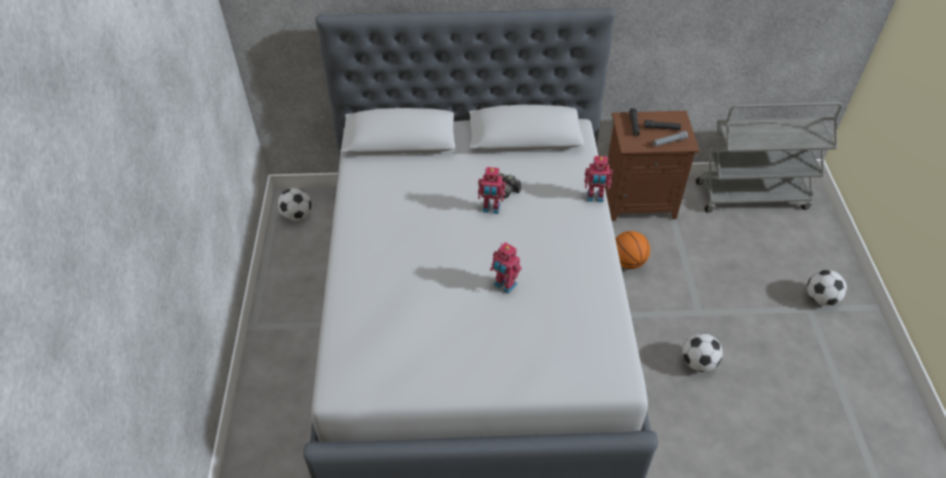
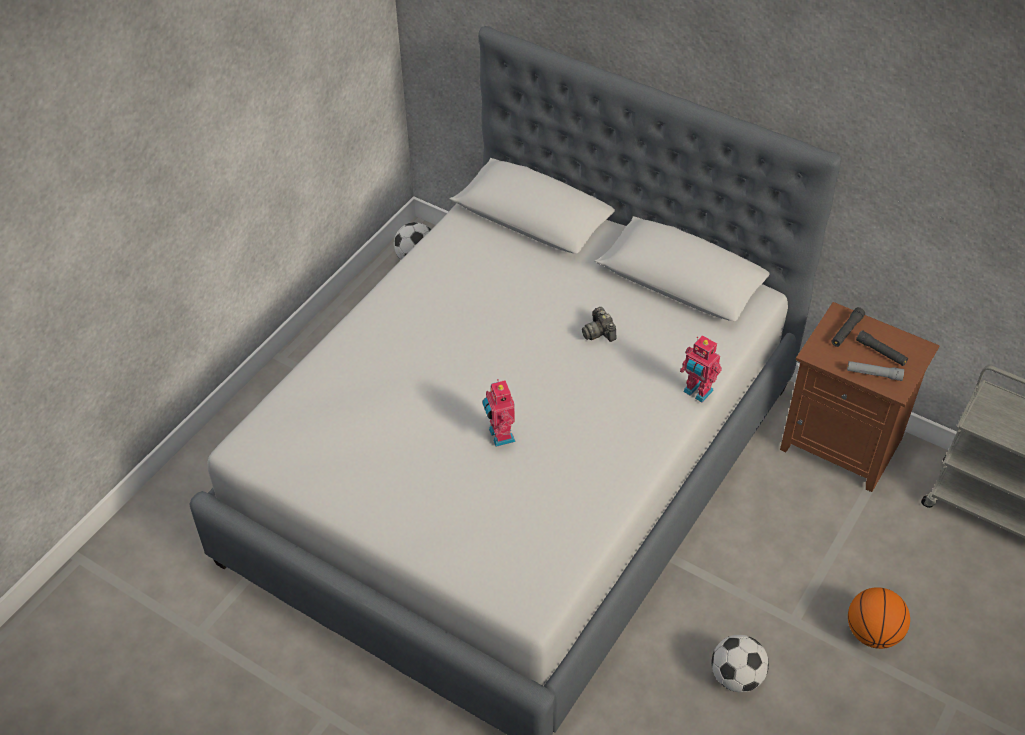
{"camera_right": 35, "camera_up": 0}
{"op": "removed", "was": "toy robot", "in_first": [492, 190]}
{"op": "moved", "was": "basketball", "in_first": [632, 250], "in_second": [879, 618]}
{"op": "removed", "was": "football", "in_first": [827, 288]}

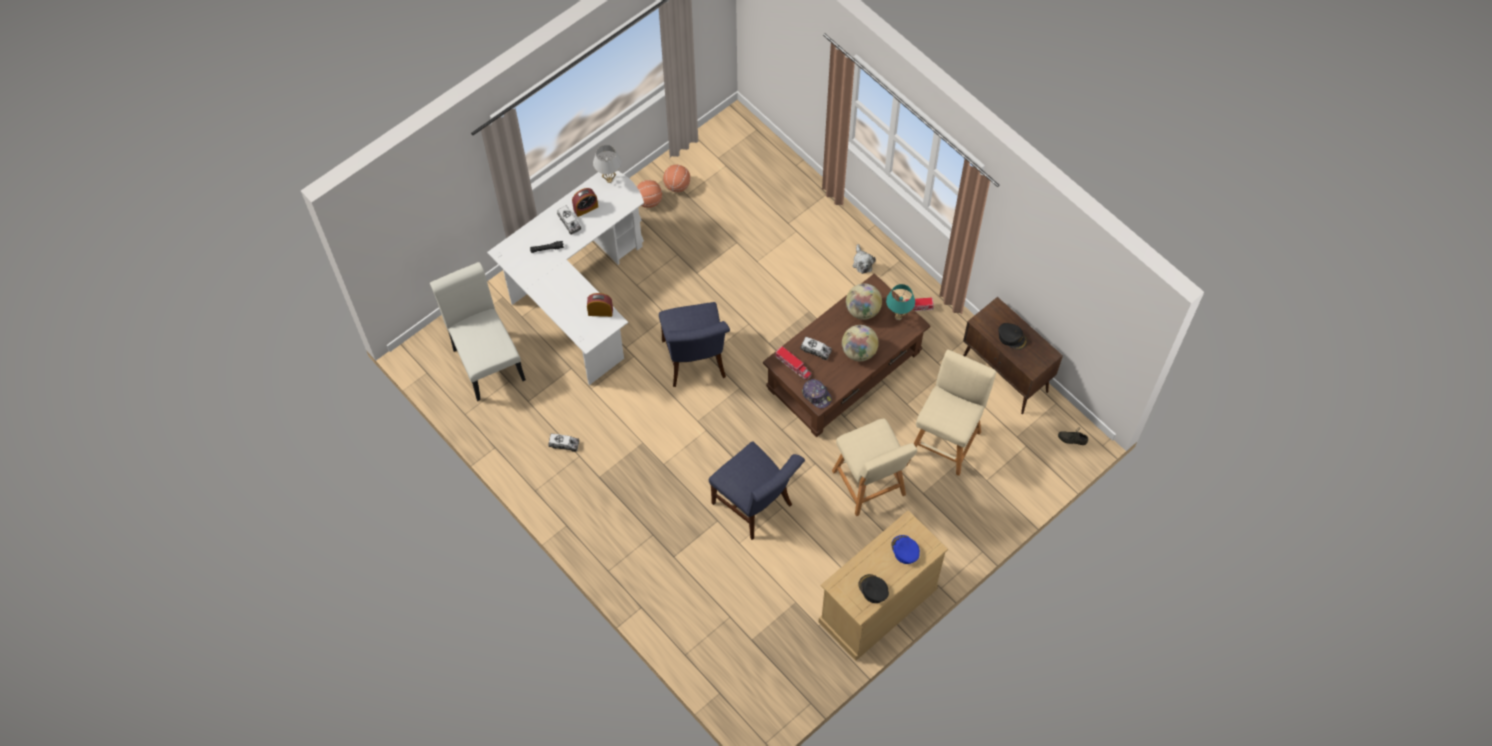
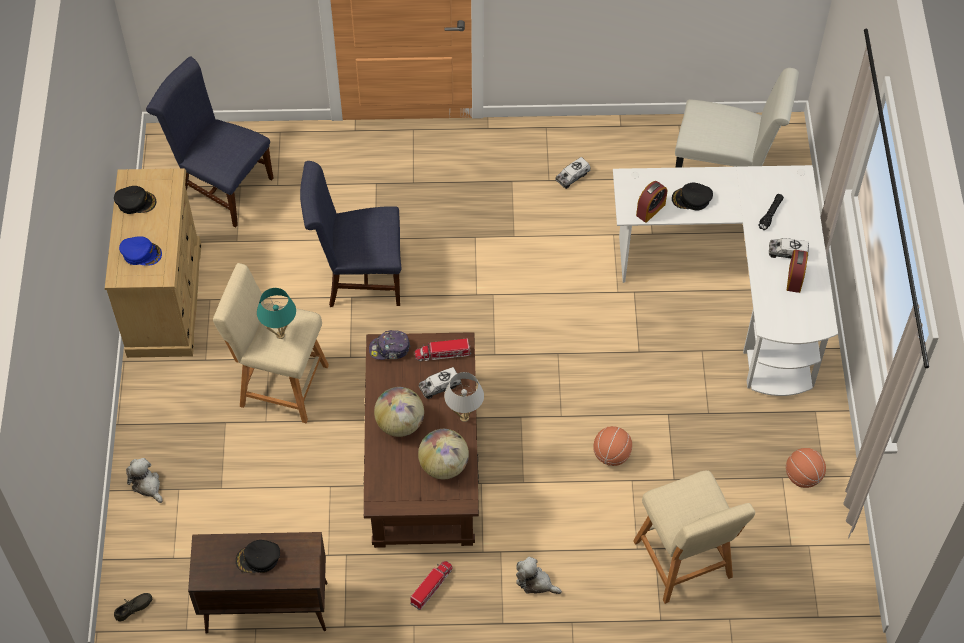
{"camera_right": 130, "camera_up": -5}
{"op": "moved", "was": "white table lamp", "in_first": [607, 164], "in_second": [464, 397]}
{"op": "moved", "was": "basketball", "in_first": [649, 194], "in_second": [612, 446]}
{"op": "moved", "was": "blue chair", "in_first": [694, 344], "in_second": [209, 142]}
{"op": "moved", "was": "turquoise table lamp", "in_first": [900, 302], "in_second": [276, 313]}
{"op": "moved", "was": "beige stool", "in_first": [955, 413], "in_second": [694, 537]}
{"op": "added", "now": "plush toy", "in_second": [144, 480]}
{"op": "added", "now": "black cap", "in_second": [692, 197]}

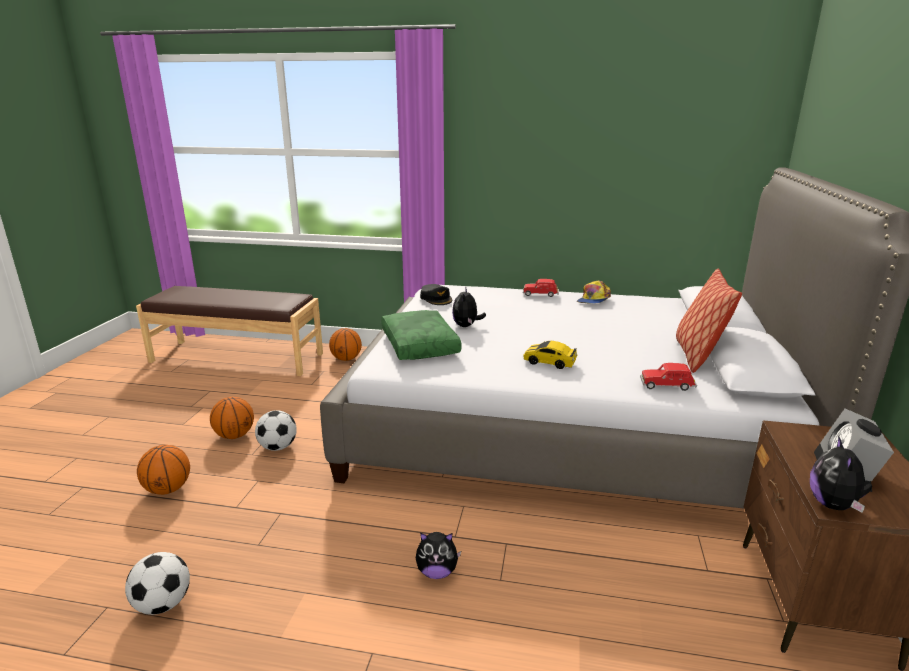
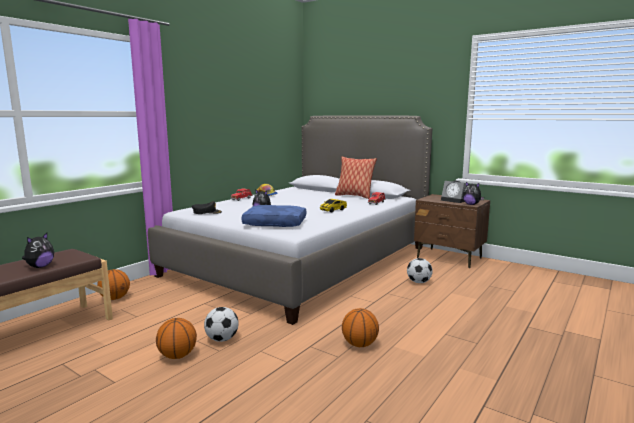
{"camera_right": -65, "camera_up": -10}
{"op": "moved", "was": "football", "in_first": [157, 583], "in_second": [420, 270]}
{"op": "moved", "was": "basketball", "in_first": [163, 470], "in_second": [360, 327]}
{"op": "recoloured", "was": "green pillow", "now": "blue pillow", "in_first": [421, 335], "in_second": [274, 216]}
{"op": "moved", "was": "plush toy", "in_first": [439, 555], "in_second": [38, 250]}

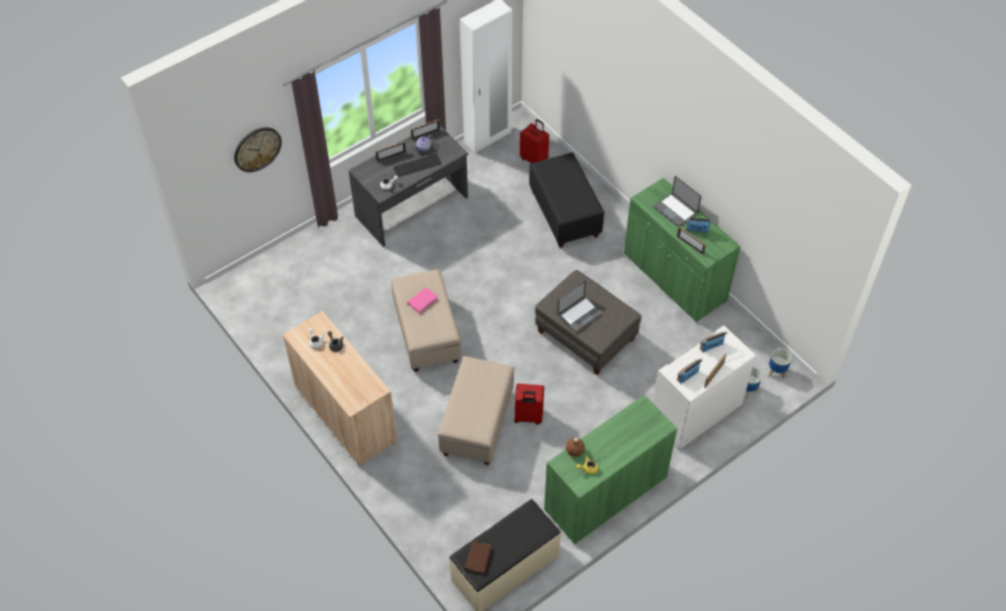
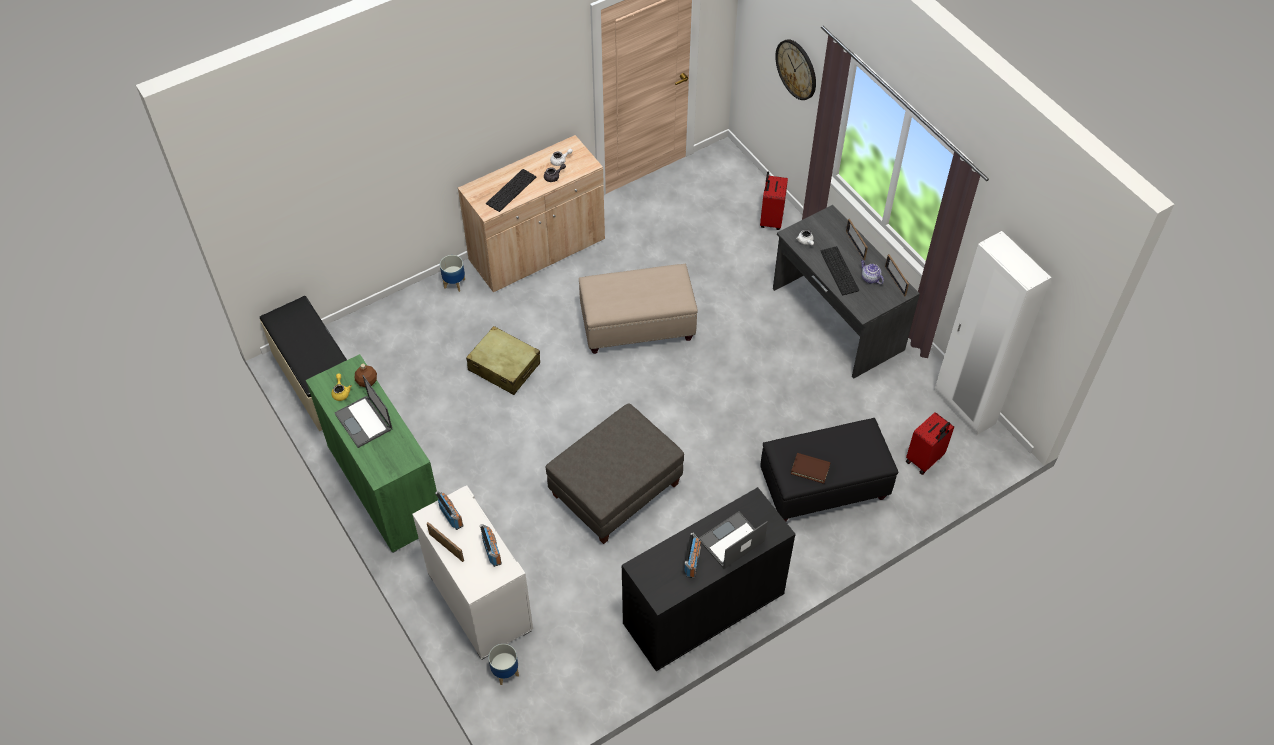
{"camera_right": 95, "camera_up": 0}
{"op": "removed", "was": "pink book", "in_first": [422, 300]}
{"op": "replaced", "was": "beige ottoman", "now": "beige suitcase", "in_first": [476, 410], "in_second": [503, 360]}
{"op": "moved", "was": "brown book", "in_first": [478, 557], "in_second": [811, 468]}
{"op": "moved", "was": "red suitcase", "in_first": [529, 404], "in_second": [774, 201]}
{"op": "moved", "was": "laptop", "in_first": [580, 306], "in_second": [364, 411]}
{"op": "recoloured", "was": "green cabinet", "now": "black cabinet", "in_first": [682, 250], "in_second": [709, 579]}
{"op": "removed", "was": "picture frame", "in_first": [691, 241]}
{"op": "moved", "was": "planter", "in_first": [780, 363], "in_second": [452, 273]}
{"op": "added", "now": "keyboard", "in_second": [511, 190]}

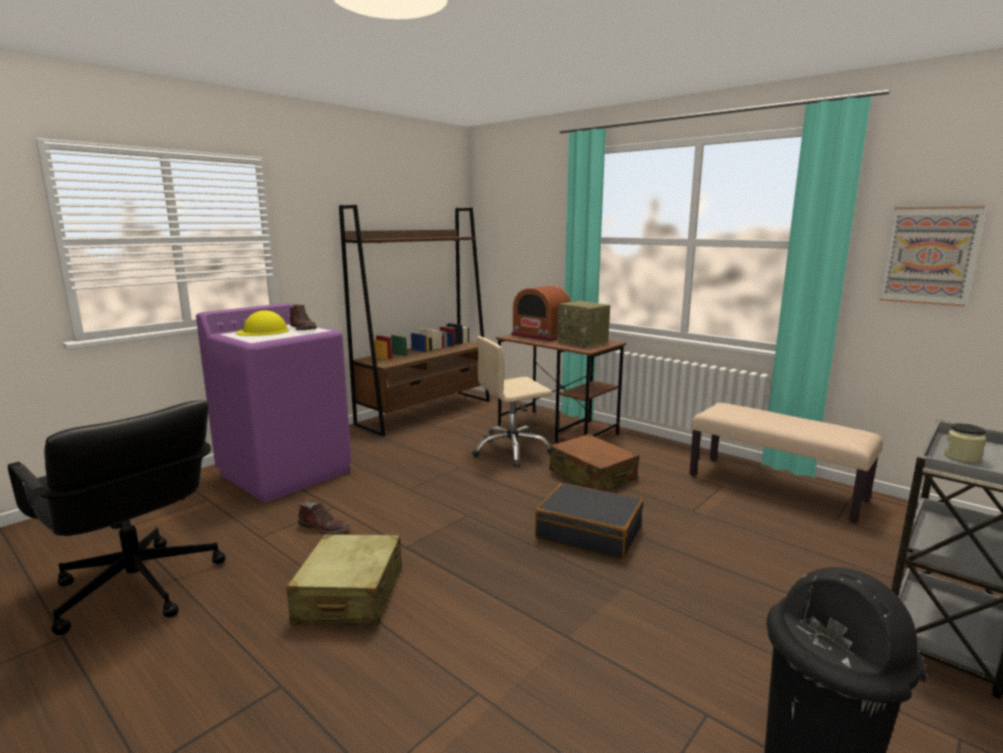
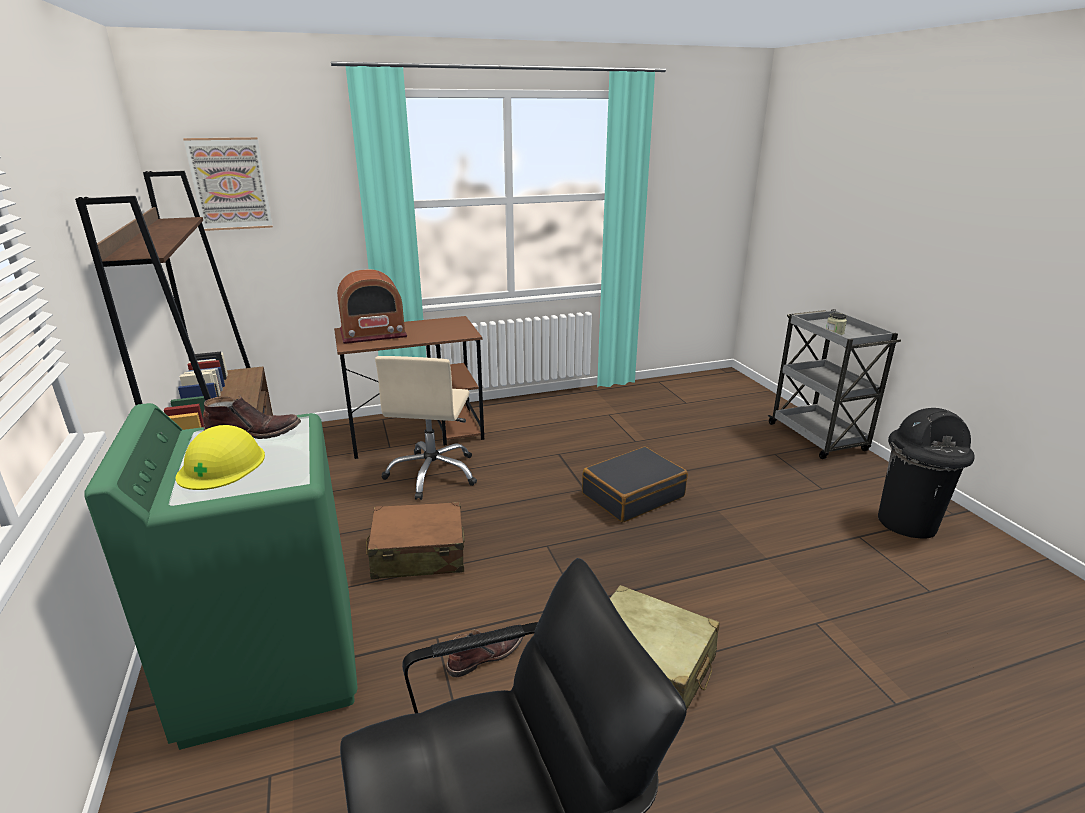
{"camera_right": -60, "camera_up": 10}
{"op": "recoloured", "was": "purple washing machine", "now": "green washing machine", "in_first": [274, 402], "in_second": [221, 576]}
{"op": "moved", "was": "brown suitcase", "in_first": [594, 463], "in_second": [415, 540]}
{"op": "removed", "was": "radio", "in_first": [583, 324]}
{"op": "removed", "was": "beige bench", "in_first": [786, 463]}
{"op": "moved", "was": "picture", "in_first": [932, 256], "in_second": [228, 184]}

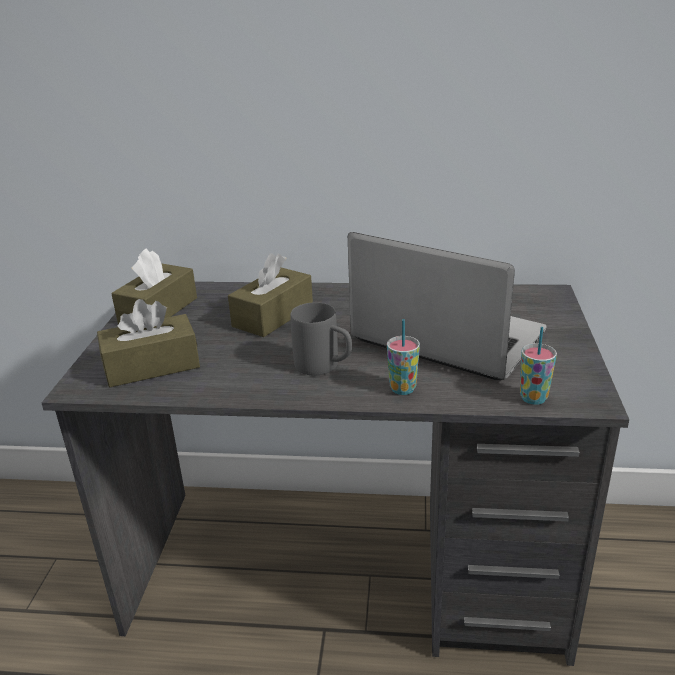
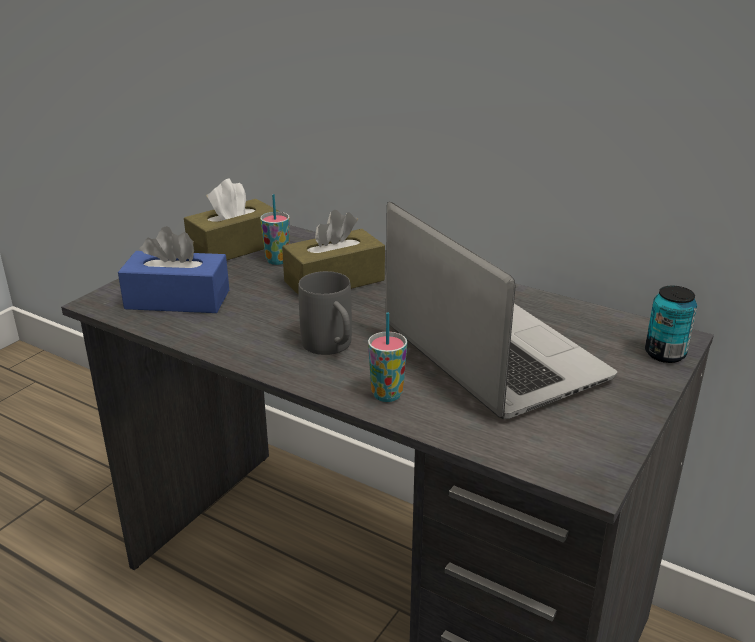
{"camera_right": 25, "camera_up": 0}
{"op": "recoloured", "was": "brown tissue box", "now": "blue tissue box", "in_first": [148, 343], "in_second": [173, 269]}
{"op": "moved", "was": "cup", "in_first": [538, 366], "in_second": [275, 229]}
{"op": "added", "now": "can", "in_second": [671, 324]}

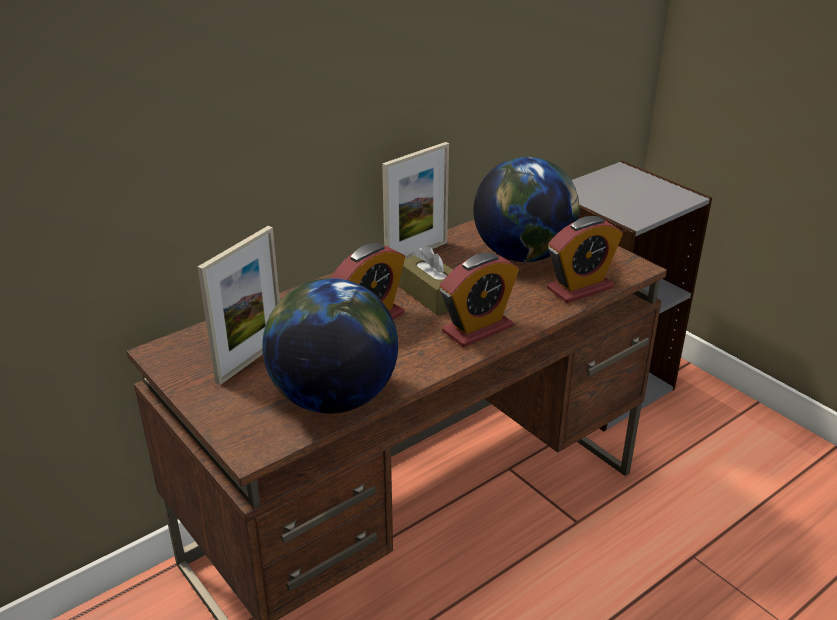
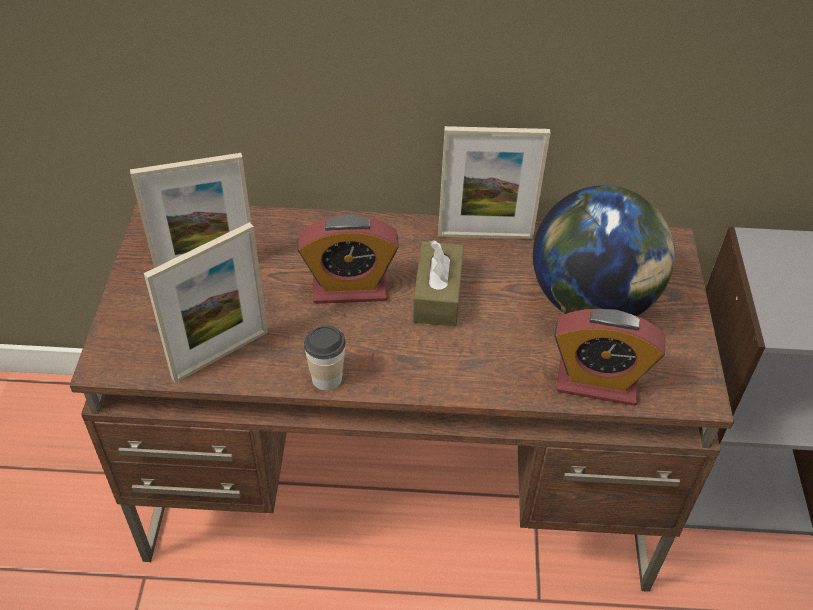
{"camera_right": 40, "camera_up": 15}
{"op": "replaced", "was": "globe", "now": "picture frame", "in_first": [330, 346], "in_second": [206, 302]}
{"op": "removed", "was": "alarm clock", "in_first": [479, 299]}
{"op": "added", "now": "cup", "in_second": [325, 357]}

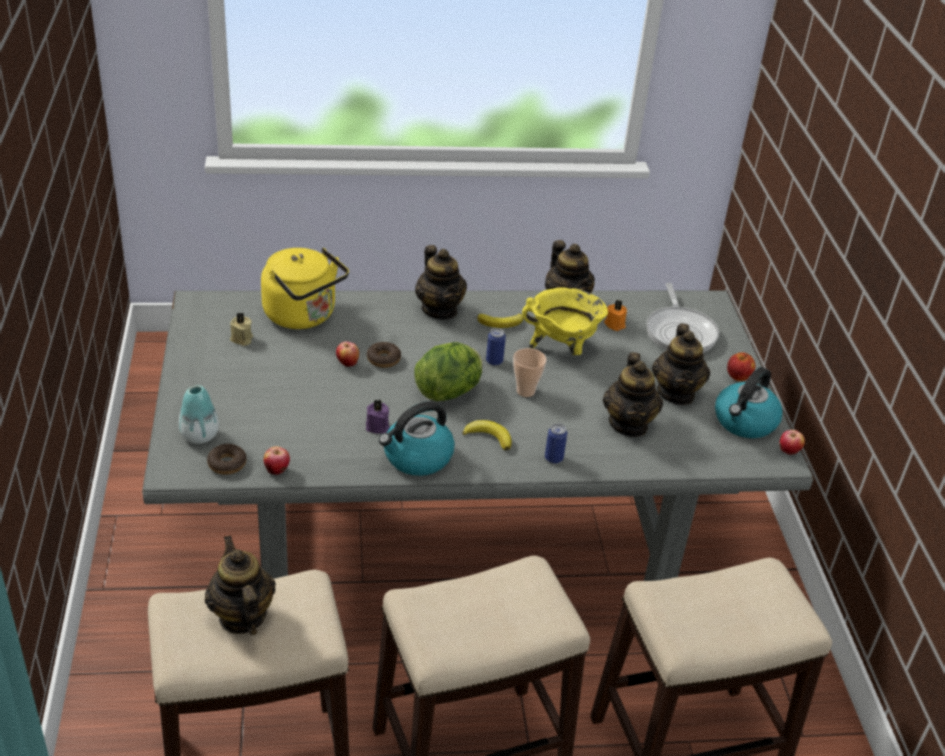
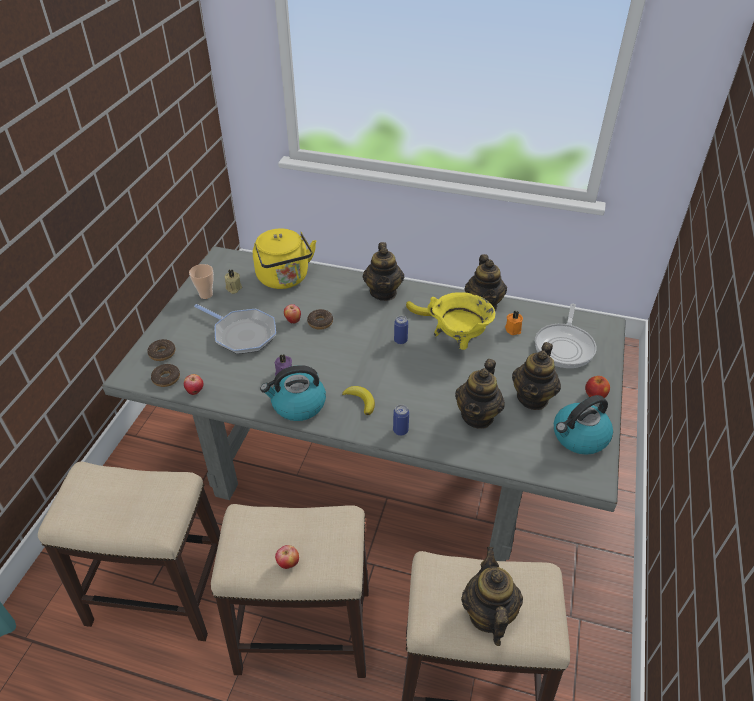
{"camera_right": 25, "camera_up": 5}
{"op": "replaced", "was": "vase", "now": "donut", "in_first": [199, 414], "in_second": [161, 350]}
{"op": "moved", "was": "teapot", "in_first": [240, 585], "in_second": [492, 596]}
{"op": "removed", "was": "lettuce", "in_first": [448, 371]}
{"op": "moved", "was": "cup", "in_first": [529, 372], "in_second": [201, 281]}
{"op": "moved", "was": "apple", "in_first": [792, 442], "in_second": [287, 557]}
{"op": "added", "now": "frying pan", "in_second": [235, 329]}

